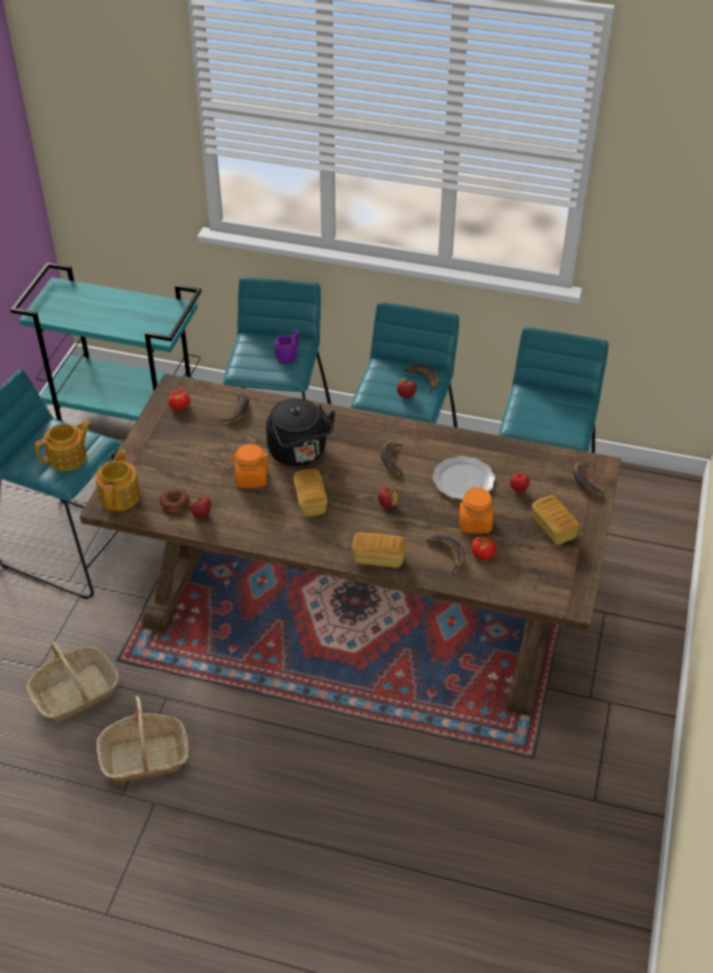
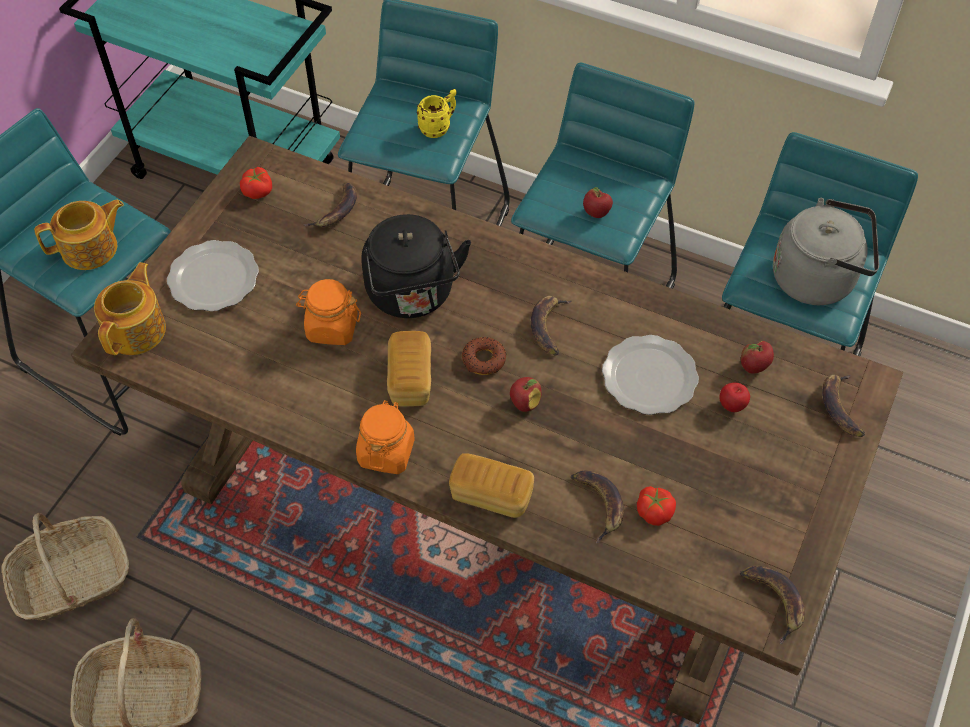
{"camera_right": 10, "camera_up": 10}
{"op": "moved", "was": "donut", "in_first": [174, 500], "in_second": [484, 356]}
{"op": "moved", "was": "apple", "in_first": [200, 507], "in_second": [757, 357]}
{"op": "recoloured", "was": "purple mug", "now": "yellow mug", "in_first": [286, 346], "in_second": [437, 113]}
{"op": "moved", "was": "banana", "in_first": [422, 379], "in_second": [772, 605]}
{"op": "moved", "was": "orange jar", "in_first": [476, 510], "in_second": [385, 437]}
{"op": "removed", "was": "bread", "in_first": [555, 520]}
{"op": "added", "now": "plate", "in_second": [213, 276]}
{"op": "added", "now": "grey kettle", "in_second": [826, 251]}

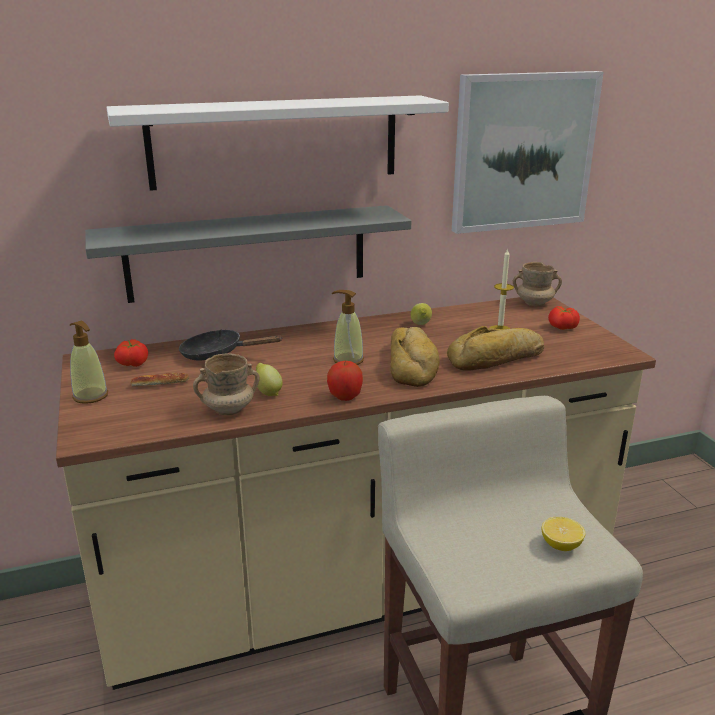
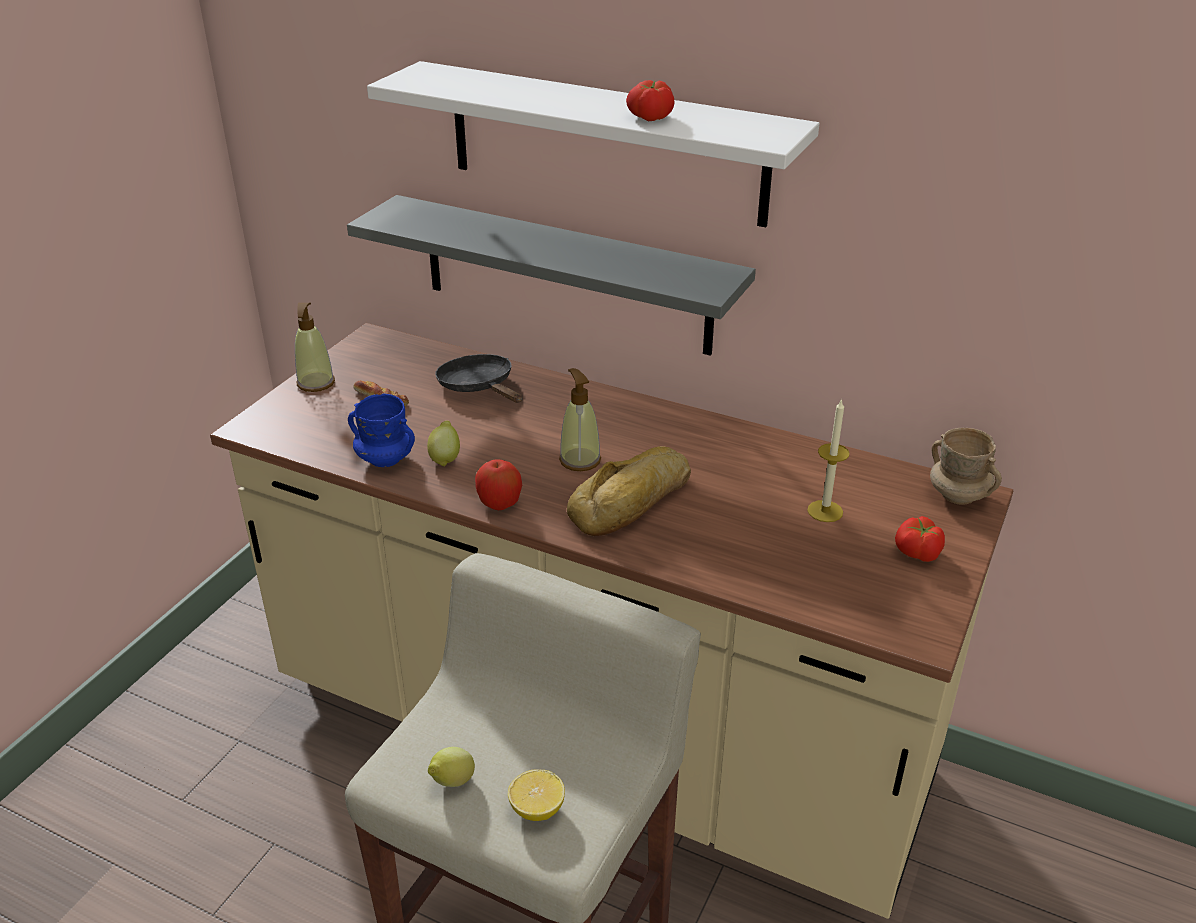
{"camera_right": 45, "camera_up": 10}
{"op": "moved", "was": "tomato", "in_first": [131, 353], "in_second": [650, 100]}
{"op": "recoloured", "was": "beige mug", "now": "blue mug", "in_first": [226, 384], "in_second": [381, 430]}
{"op": "moved", "was": "lemon", "in_first": [421, 314], "in_second": [451, 767]}
{"op": "removed", "was": "bread", "in_first": [495, 348]}
{"op": "removed", "was": "picture", "in_first": [528, 152]}

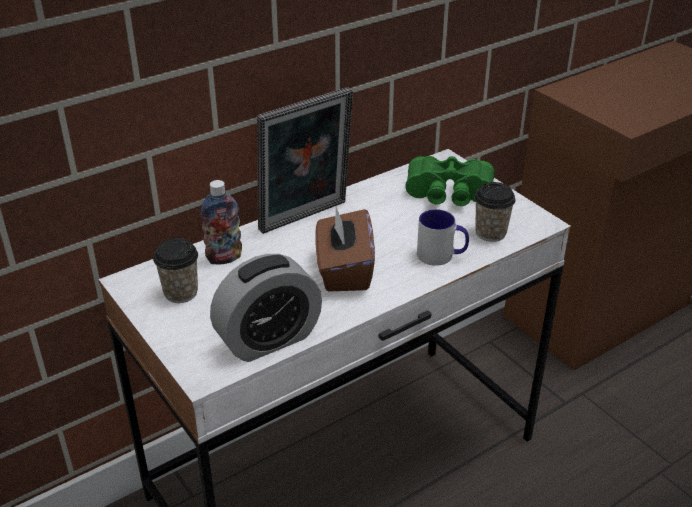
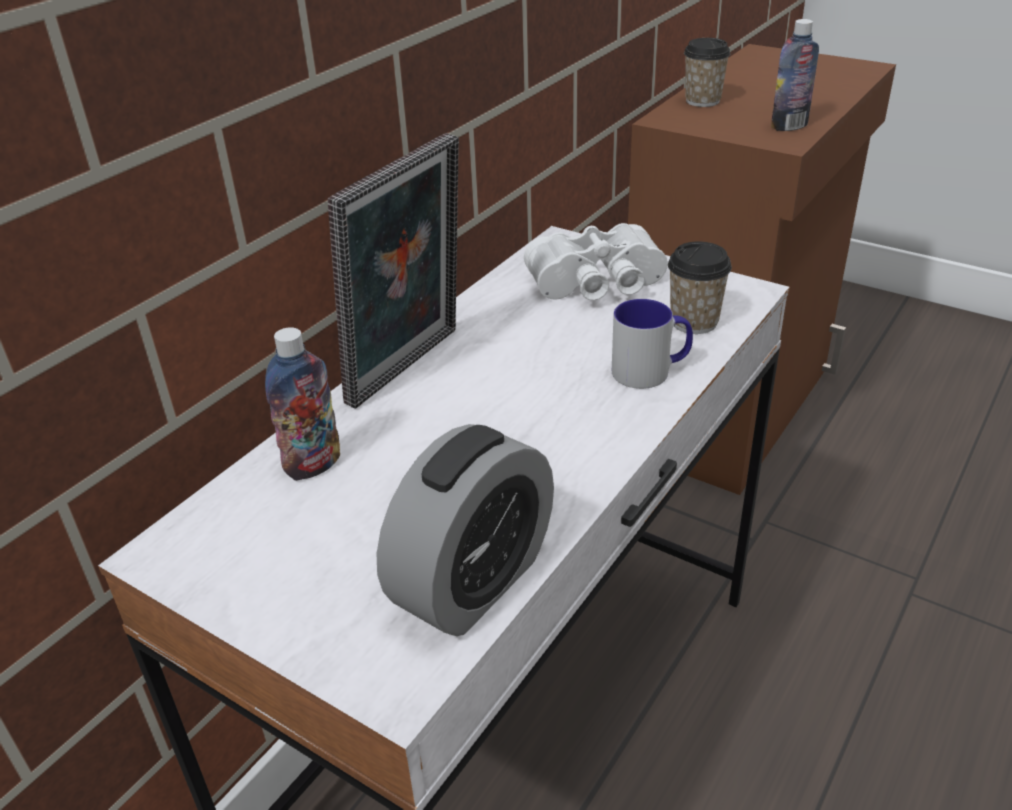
{"camera_right": -20, "camera_up": 0}
{"op": "moved", "was": "cup", "in_first": [175, 270], "in_second": [707, 72]}
{"op": "removed", "was": "brown tissue box", "in_first": [345, 249]}
{"op": "recoloured", "was": "green binoculars", "now": "white binoculars", "in_first": [449, 181], "in_second": [596, 262]}
{"op": "added", "now": "bottle", "in_second": [795, 75]}

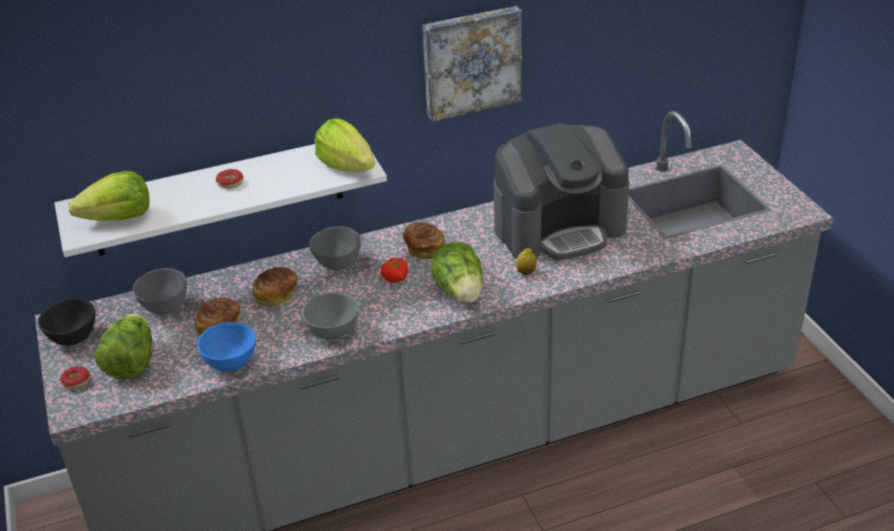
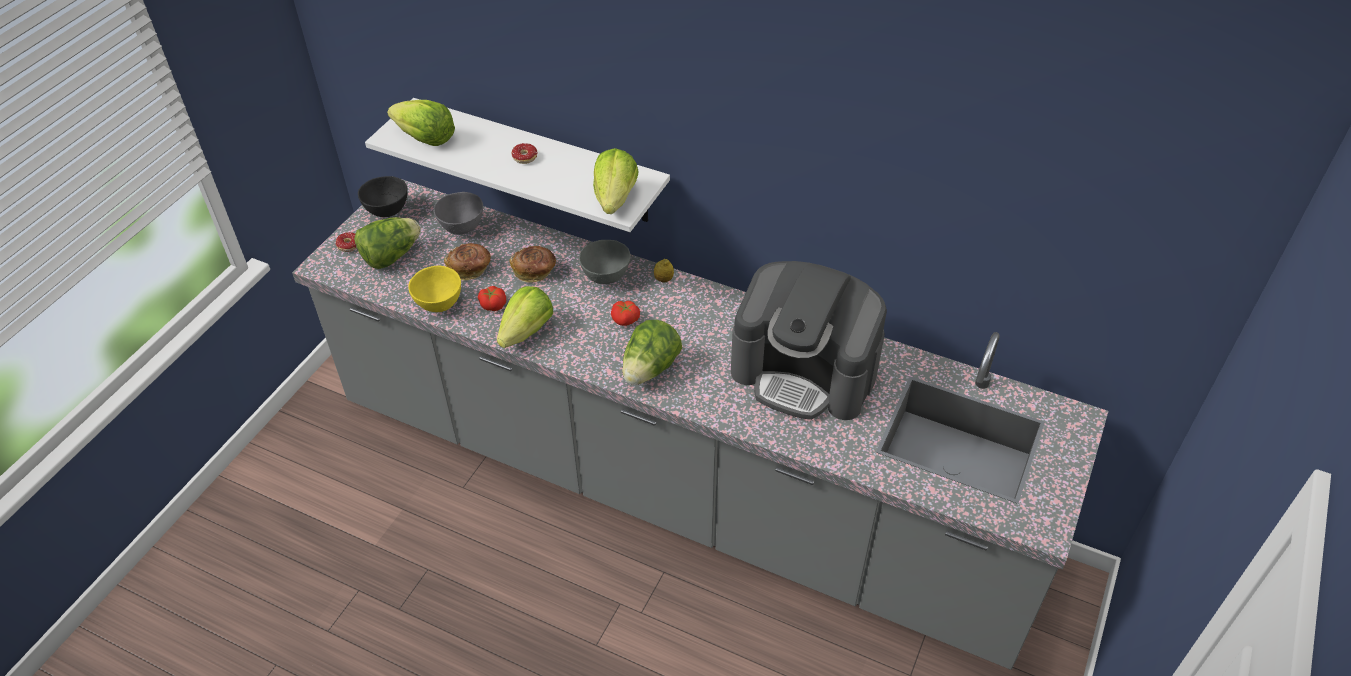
{"camera_right": 45, "camera_up": 10}
{"op": "recoloured", "was": "blue bowl", "now": "yellow bowl", "in_first": [226, 347], "in_second": [434, 289]}
{"op": "replaced", "was": "grey bowl", "now": "lettuce", "in_first": [330, 316], "in_second": [525, 317]}
{"op": "removed", "was": "bread", "in_first": [424, 240]}
{"op": "removed", "was": "picture", "in_first": [472, 63]}
{"op": "moved", "was": "lemon", "in_first": [526, 261], "in_second": [664, 270]}
{"op": "added", "now": "tomato", "in_second": [492, 298]}

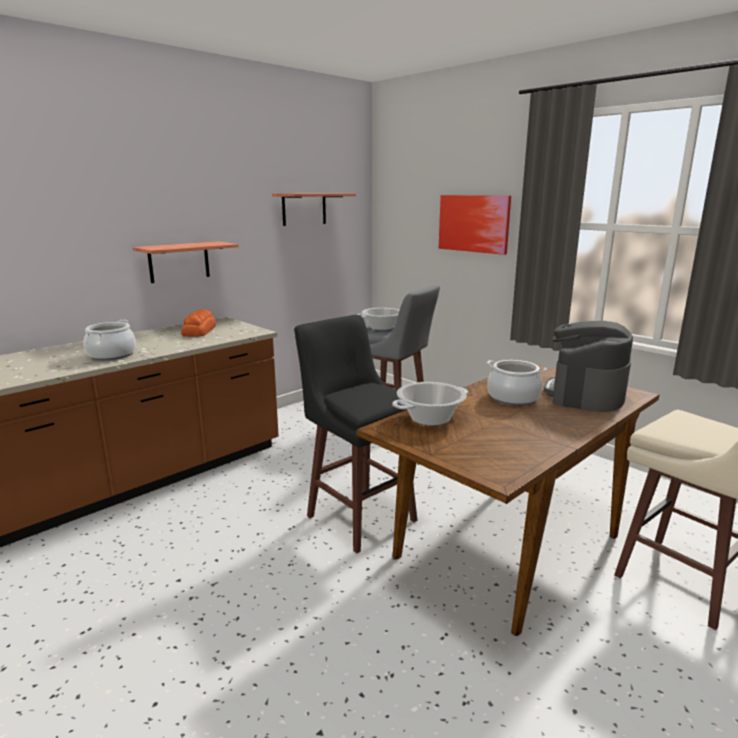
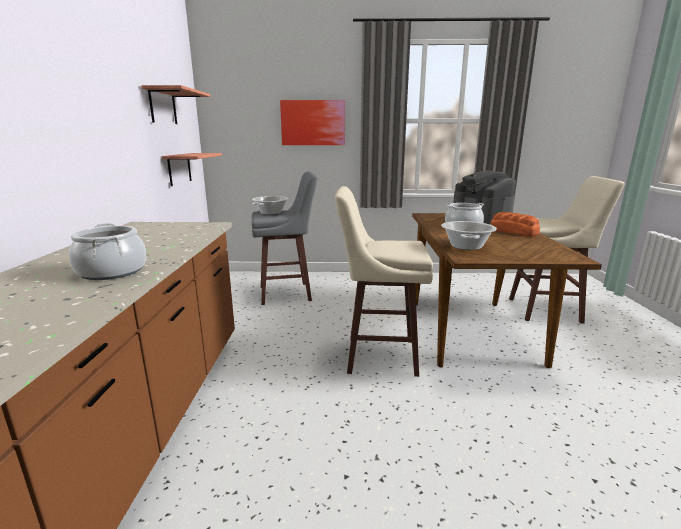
{"camera_right": -45, "camera_up": 0}
{"op": "moved", "was": "shelf", "in_first": [186, 262], "in_second": [192, 169]}
{"op": "moved", "was": "bread", "in_first": [198, 323], "in_second": [515, 224]}
{"op": "recoloured", "was": "black stool", "now": "beige stool", "in_first": [356, 434], "in_second": [383, 281]}

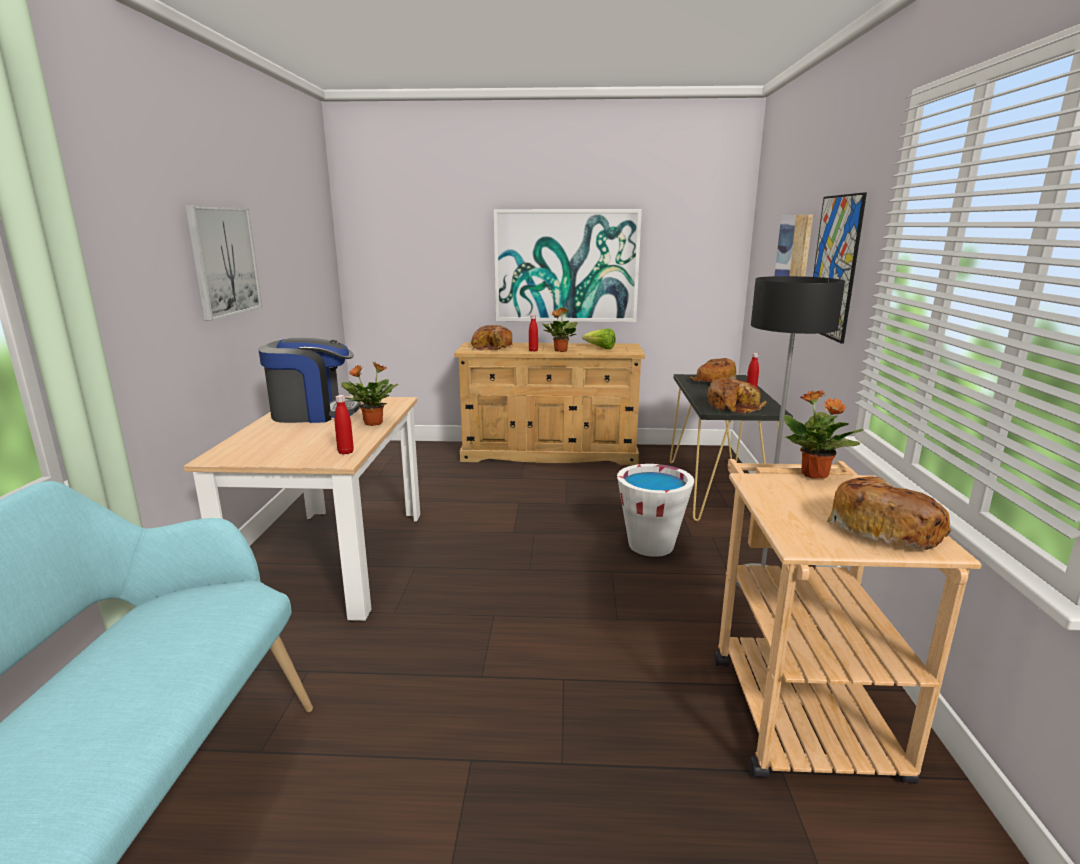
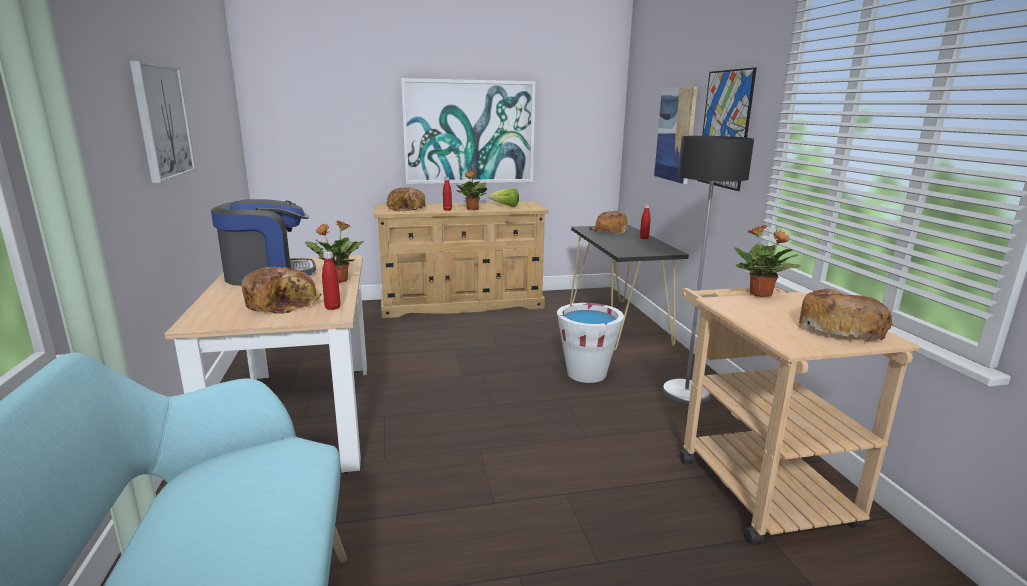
{"camera_right": -15, "camera_up": 0}
{"op": "moved", "was": "bread", "in_first": [737, 395], "in_second": [281, 290]}

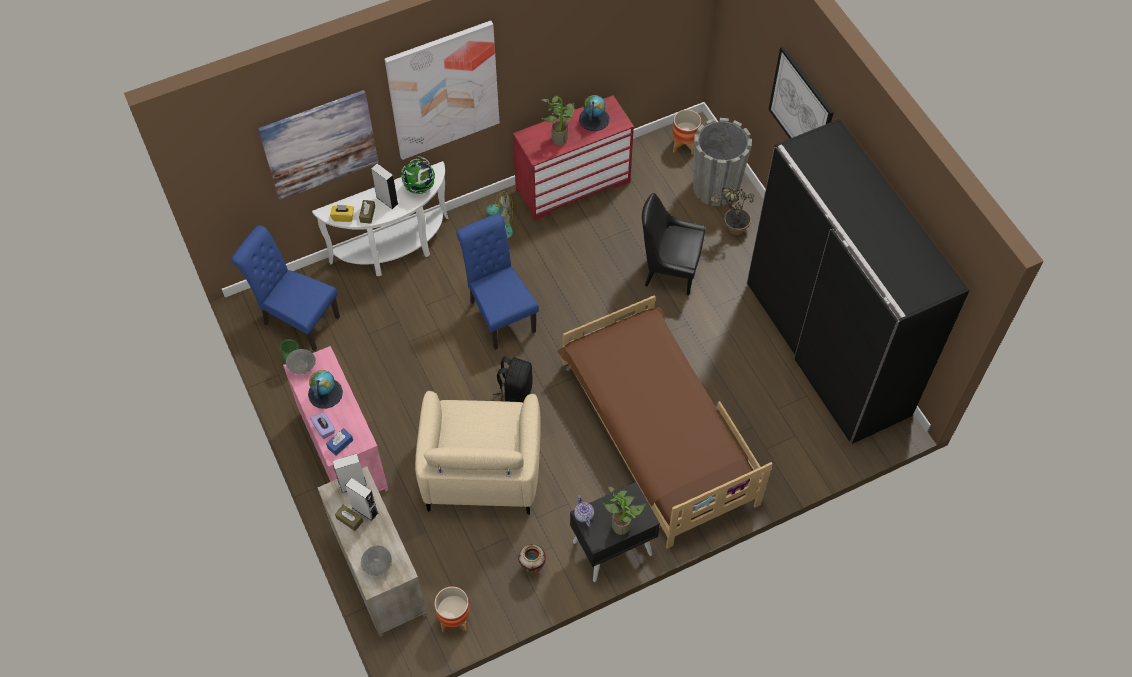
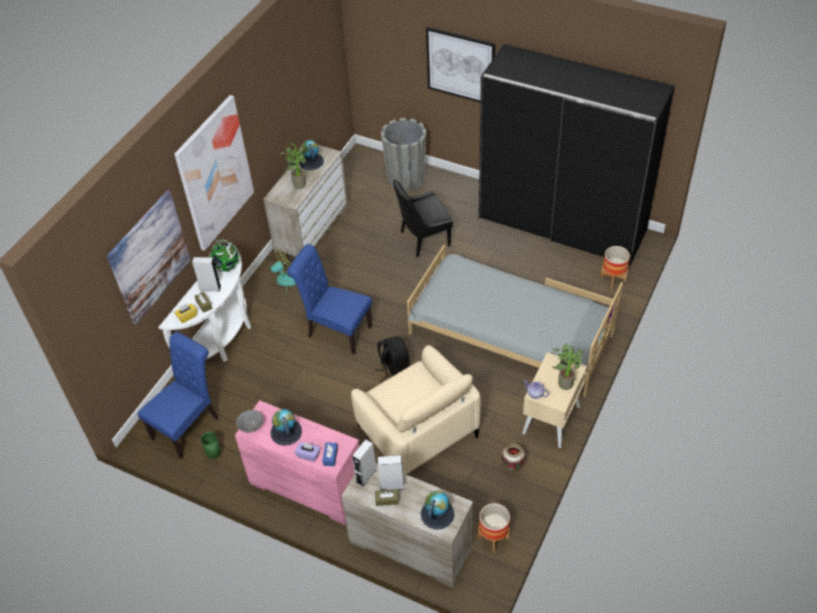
{"camera_right": -35, "camera_up": -10}
{"op": "turned", "was": "blue chair", "in_first": [285, 288], "in_second": [178, 395], "clockwise": 135}
{"op": "replaced", "was": "grey bowl", "now": "globe", "in_first": [376, 560], "in_second": [437, 510]}
{"op": "recoloured", "was": "red dresser", "now": "beige dresser", "in_first": [573, 157], "in_second": [305, 200]}
{"op": "recoloured", "was": "brown bed", "now": "grey bed", "in_first": [665, 422], "in_second": [515, 320]}
{"op": "recoloured", "was": "black nightstand", "now": "beige nightstand", "in_first": [615, 532], "in_second": [554, 400]}
{"op": "moved", "was": "planter", "in_first": [686, 132], "in_second": [615, 267]}
{"op": "removed", "was": "potted plant", "in_first": [731, 211]}

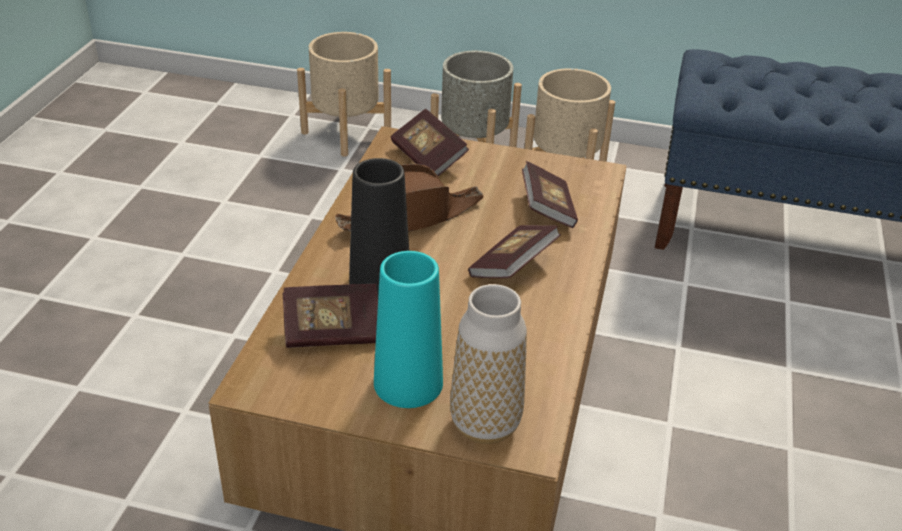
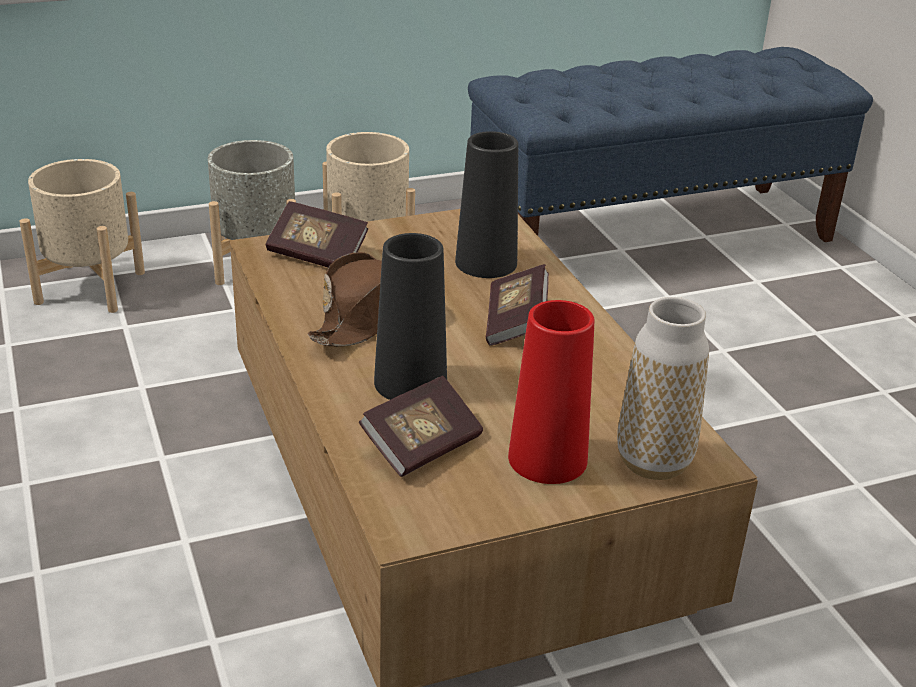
{"camera_right": -35, "camera_up": -5}
{"op": "recoloured", "was": "turquoise vase", "now": "red vase", "in_first": [408, 329], "in_second": [551, 392]}
{"op": "replaced", "was": "book", "now": "black vase", "in_first": [550, 194], "in_second": [486, 204]}

